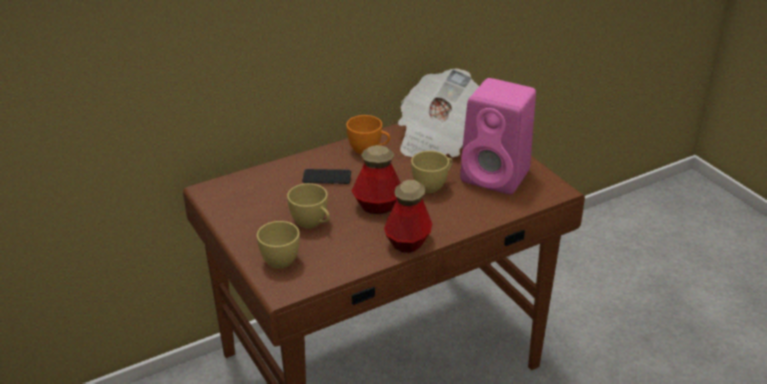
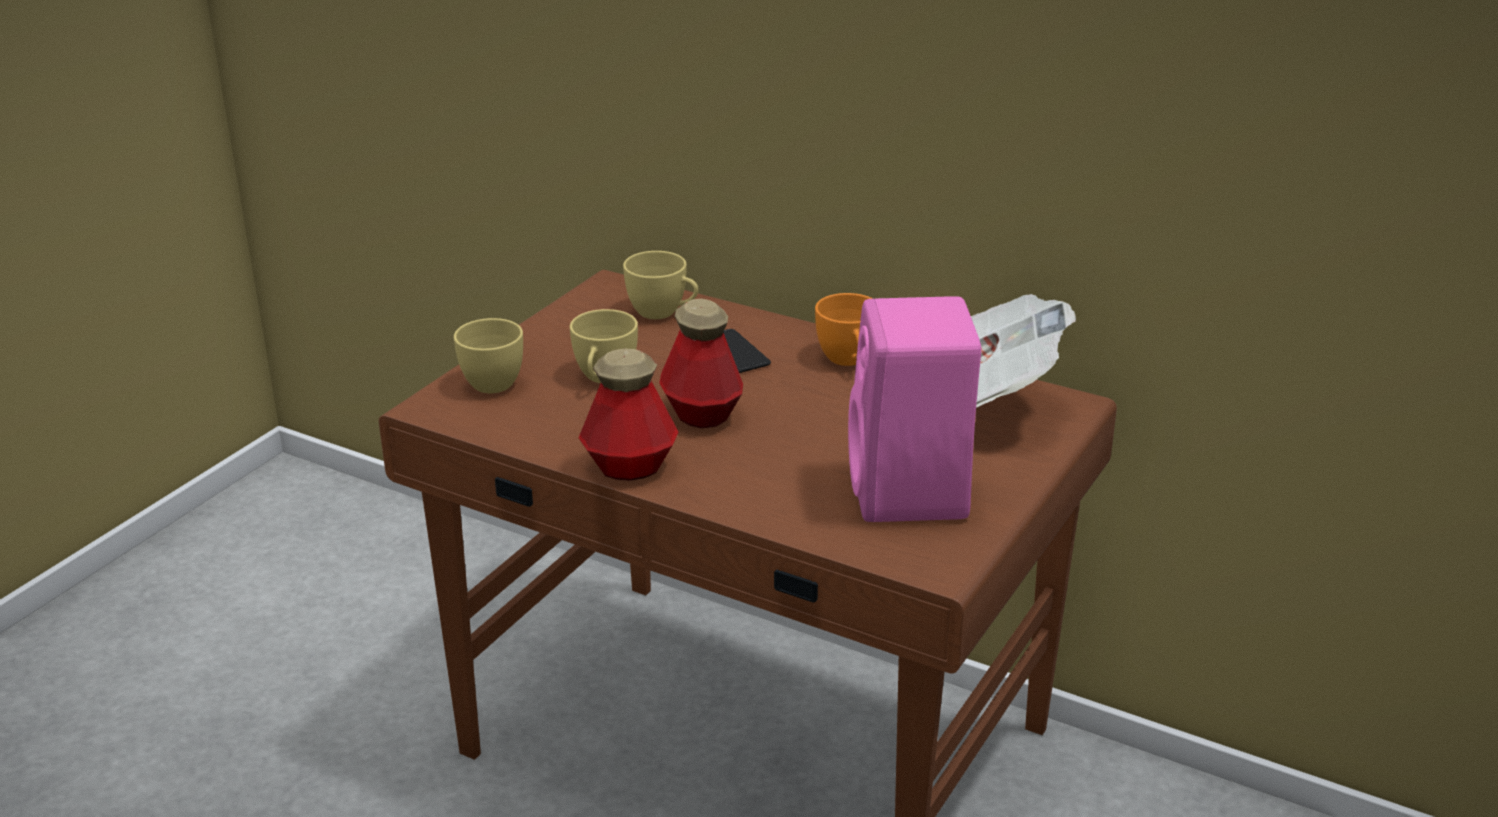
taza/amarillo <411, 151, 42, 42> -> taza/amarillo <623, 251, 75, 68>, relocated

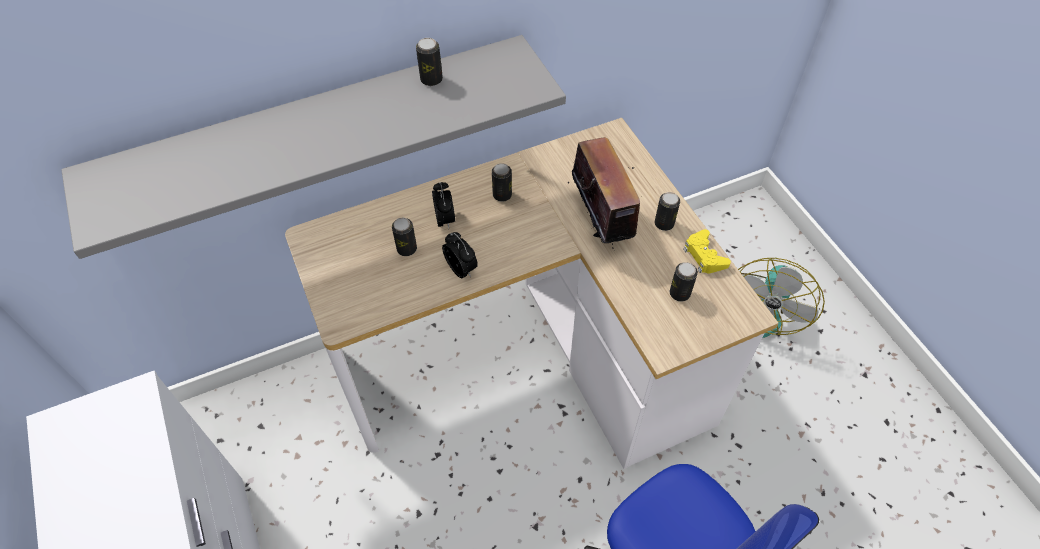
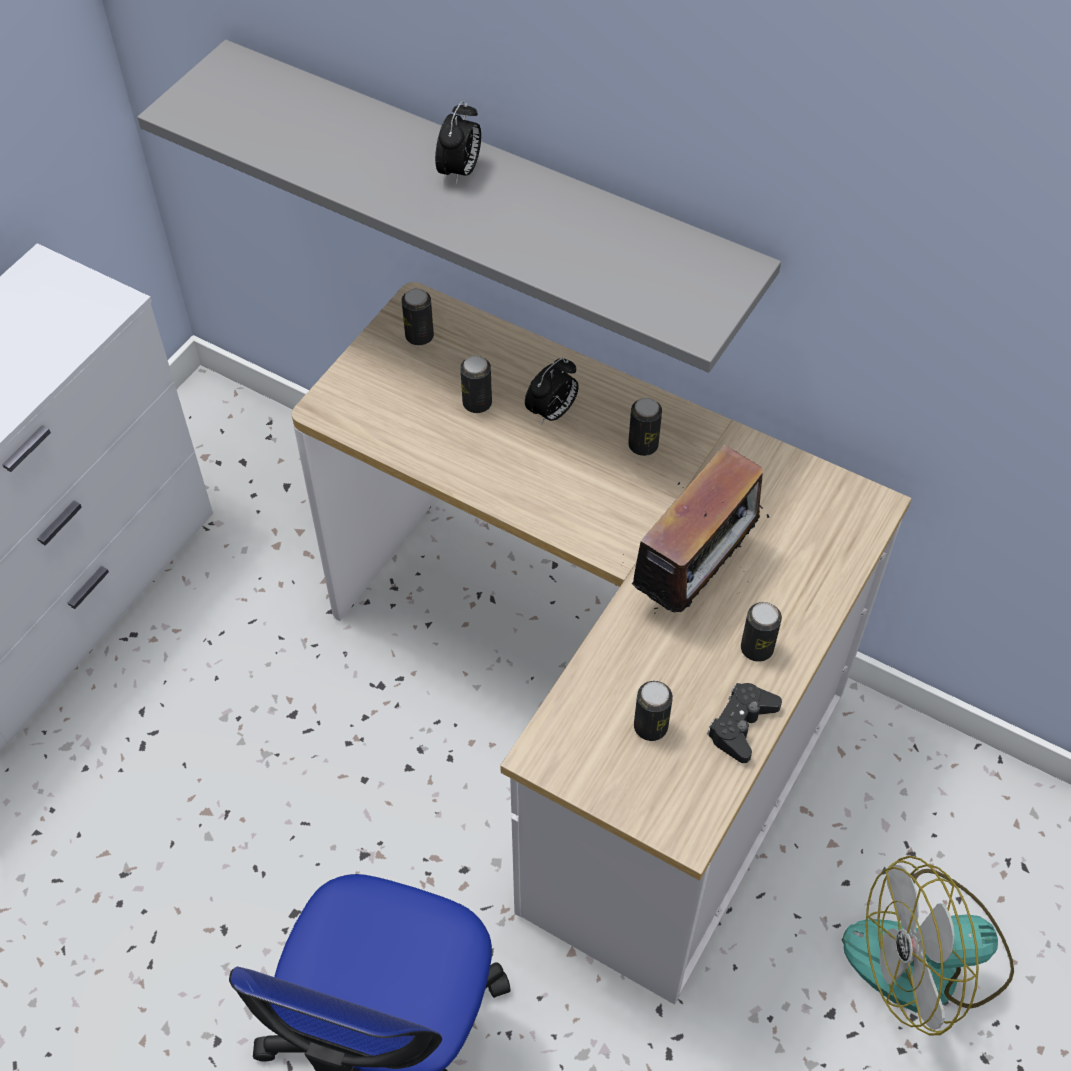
lata <416, 38, 27, 48> -> lata <402, 288, 32, 57>, relocated
mando de consola/amarillo <683, 229, 48, 44> -> mando de consola/negro <707, 683, 75, 80>
despertador <442, 232, 36, 46> -> despertador <435, 101, 46, 84>, relocated

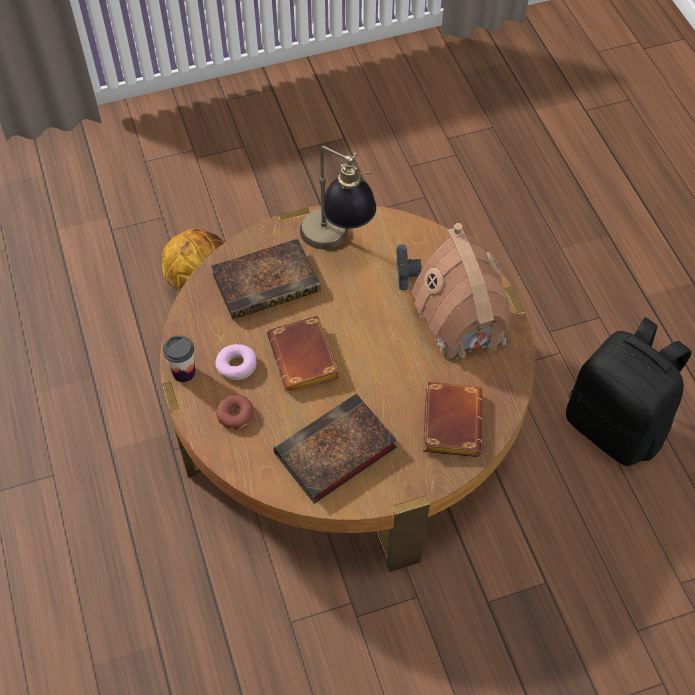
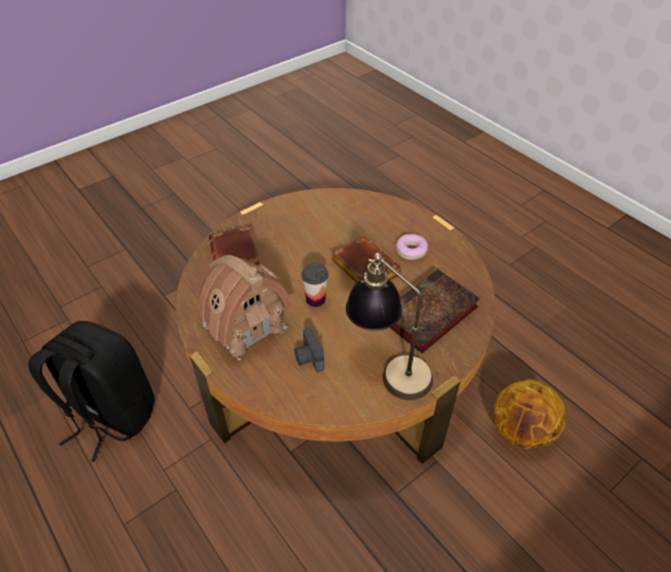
taza <163, 335, 32, 47> -> taza <301, 263, 27, 44>, relocated
libro <273, 393, 124, 111> -> none
rosquilla <216, 394, 37, 37> -> none

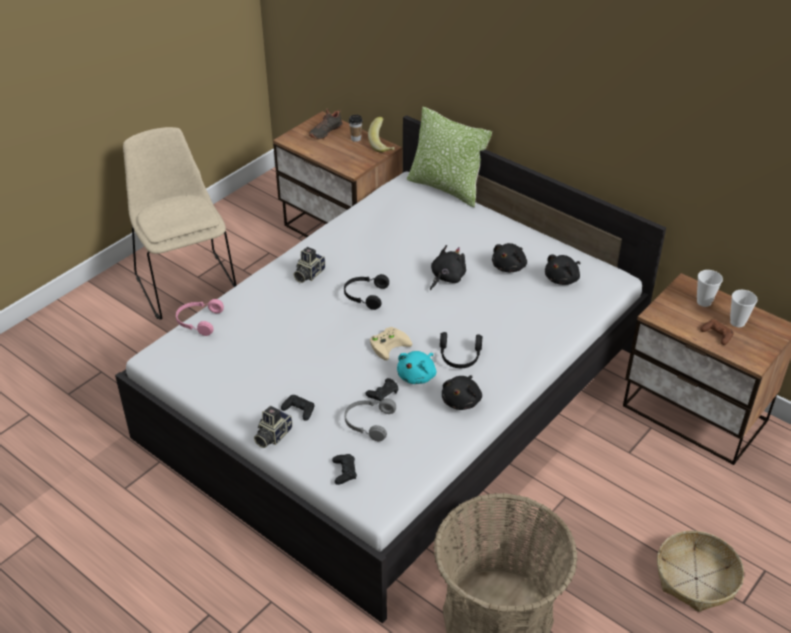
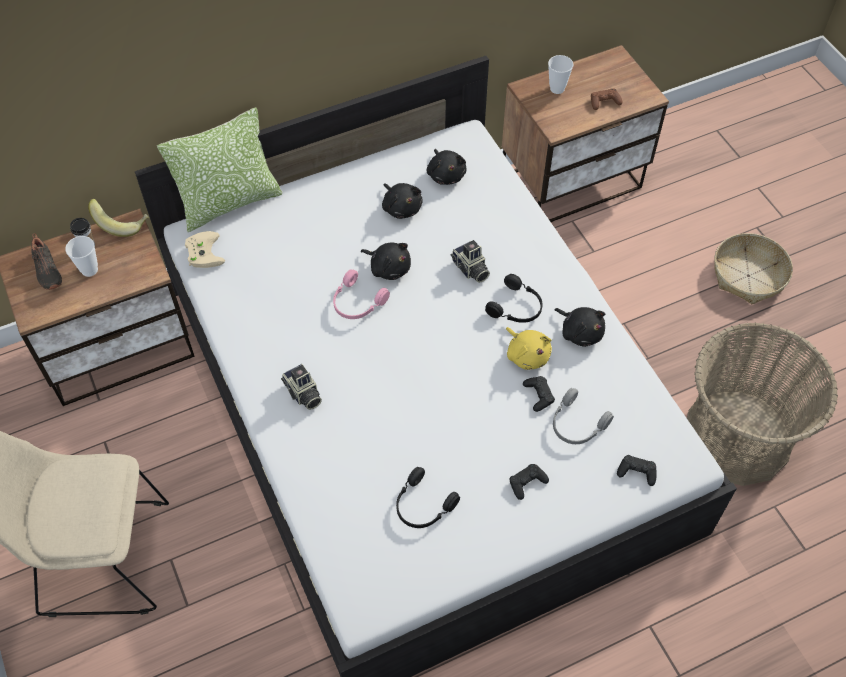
peluche/negro <430, 245, 36, 45> -> peluche/negro <361, 243, 50, 37>, 150 degrees clockwise
auriculares/negro <344, 274, 45, 36> -> auriculares/negro <396, 467, 64, 61>, relocated
taza <730, 290, 28, 37> -> taza <65, 236, 33, 41>, relocated
auriculares/rosa <176, 299, 48, 37> -> auriculares/rosa <333, 269, 57, 50>, relocated
mando de consola/beis <370, 327, 42, 33> -> mando de consola/beis <185, 231, 40, 37>, relocated
peluche/turquesa <397, 351, 39, 33> -> peluche/amarillo <506, 327, 46, 43>
cámara <254, 406, 38, 42> -> cámara <451, 240, 39, 43>, relocated

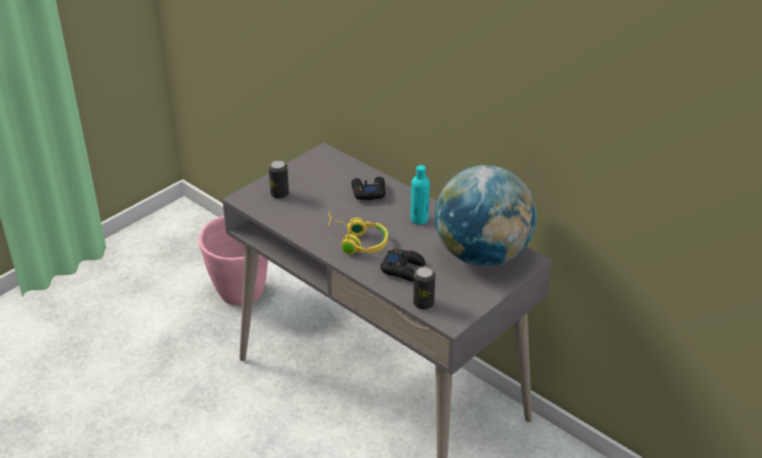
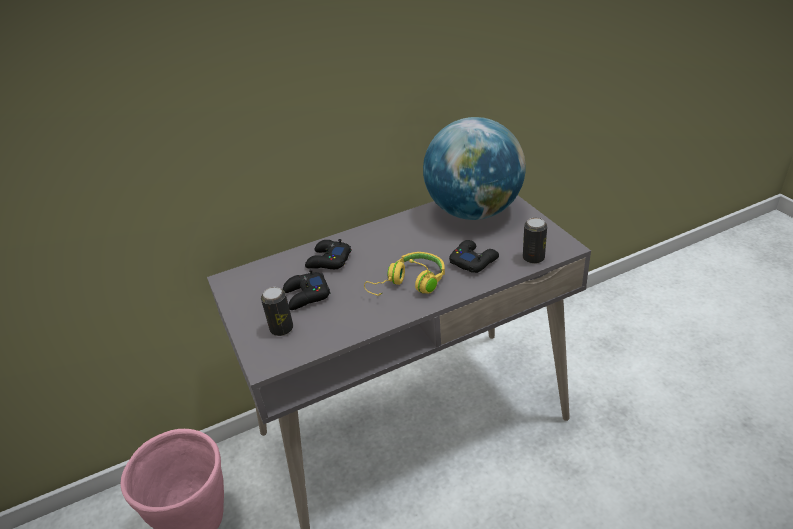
botella/turquesa <411, 165, 19, 60> -> none
none -> mando de consola/negro <283, 269, 47, 41>

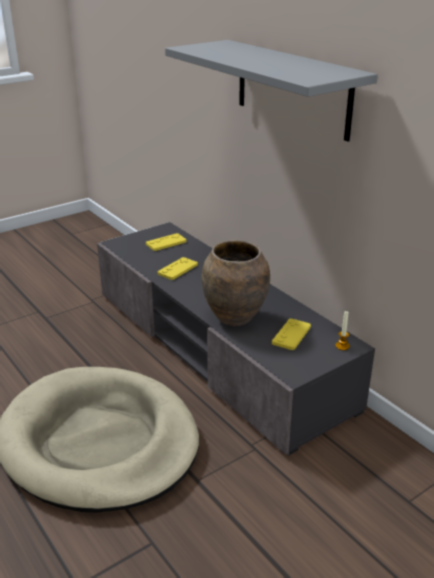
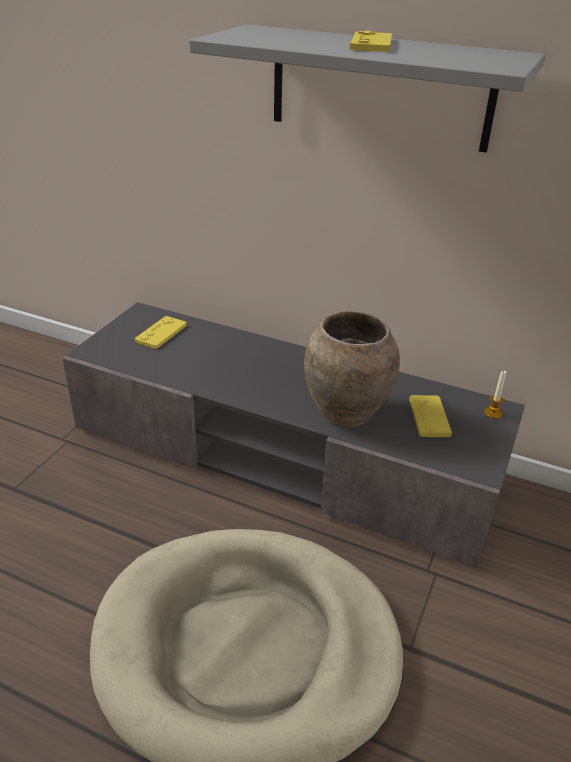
mando de consola/amarillo <158, 257, 40, 23> -> mando de consola/amarillo <350, 30, 42, 22>, relocated

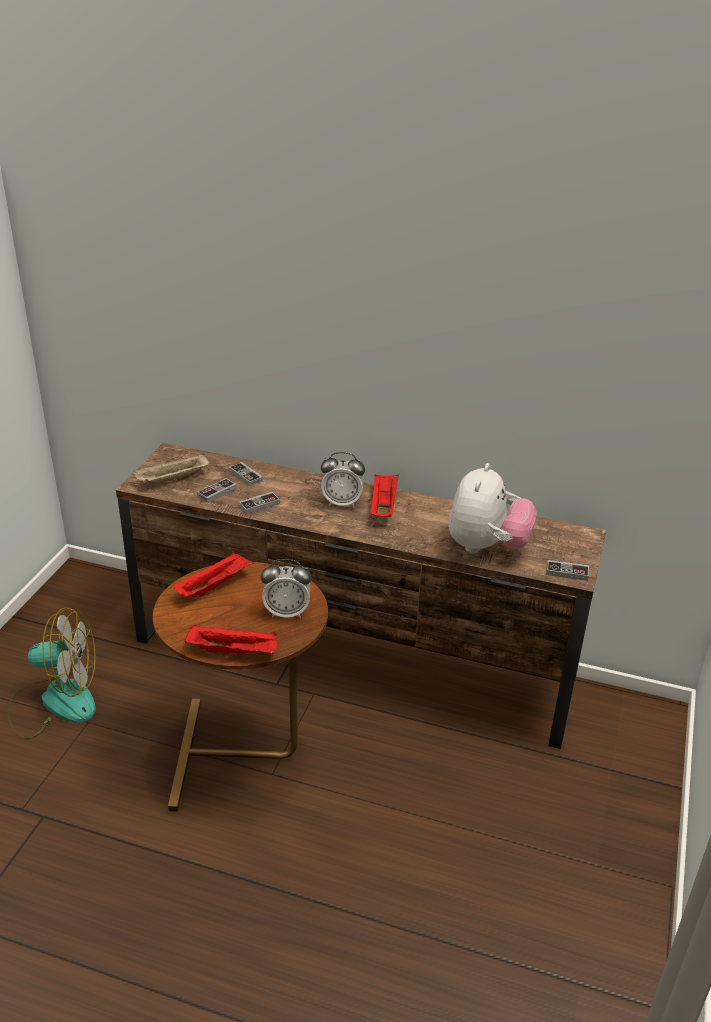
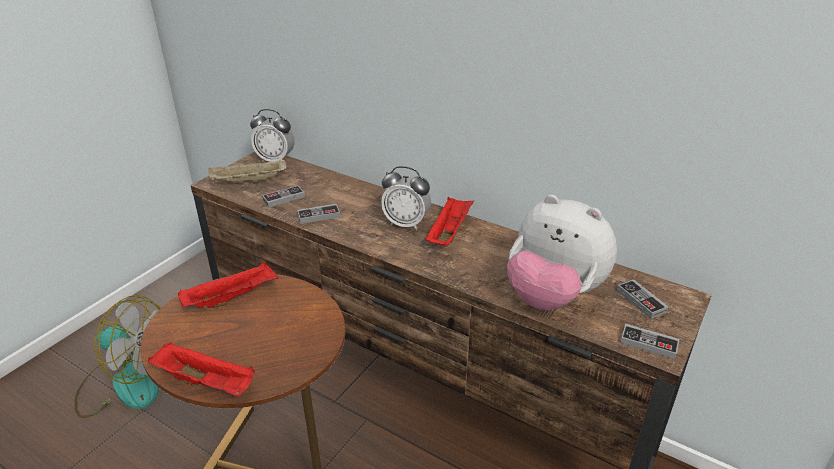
mando de consola <229, 462, 34, 24> -> mando de consola <617, 279, 51, 40>, relocated
peluche <448, 463, 89, 90> -> peluche <507, 195, 110, 115>, 90 degrees clockwise
despertador <261, 559, 51, 59> -> despertador <250, 109, 45, 53>, relocated

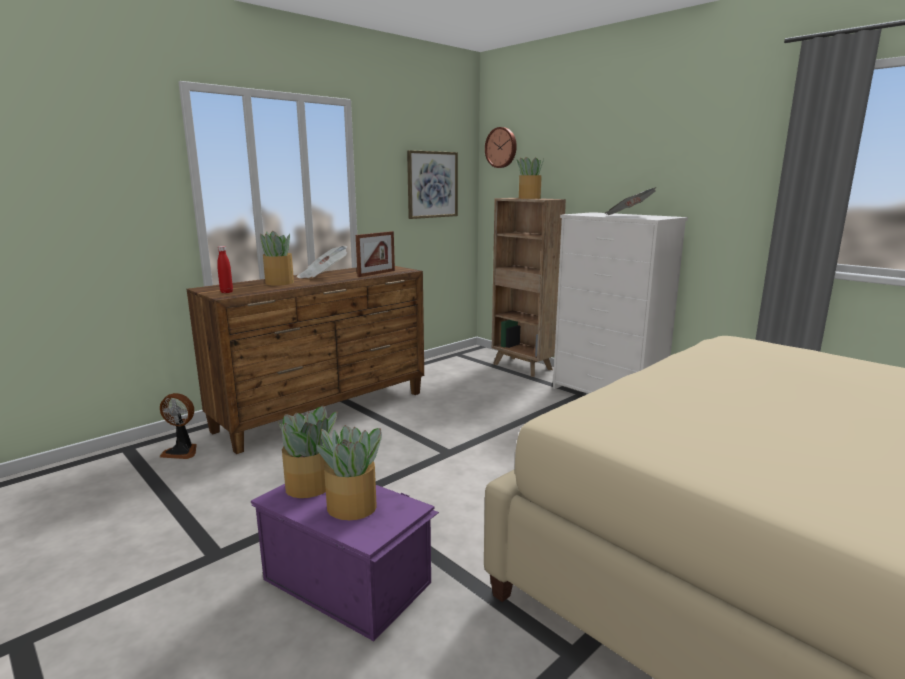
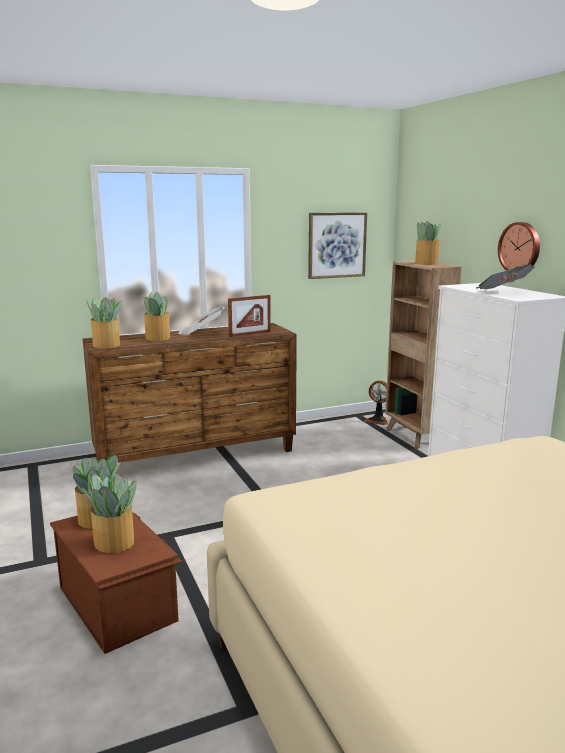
reloj de pared <485, 127, 32, 41> -> reloj de pared <498, 222, 42, 48>, relocated
botella/rojo <217, 246, 16, 47> -> planta en maceta <86, 297, 36, 51>
ventilador <160, 393, 37, 66> -> ventilador <365, 381, 23, 44>, relocated
caja de almacenaje/morado <251, 484, 188, 157> -> caja de almacenaje/marrón <50, 512, 132, 142>

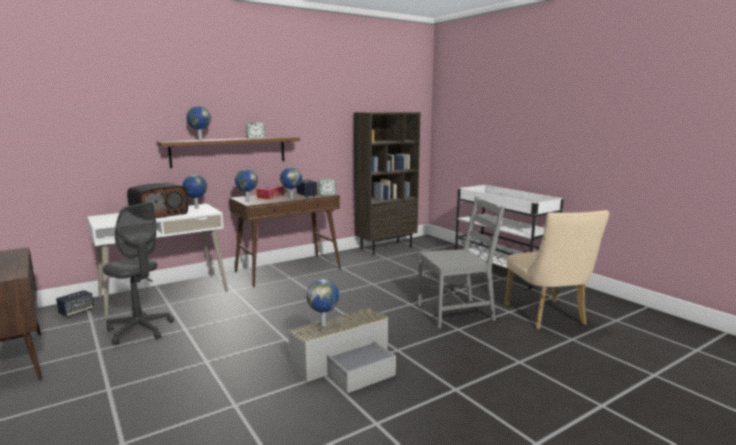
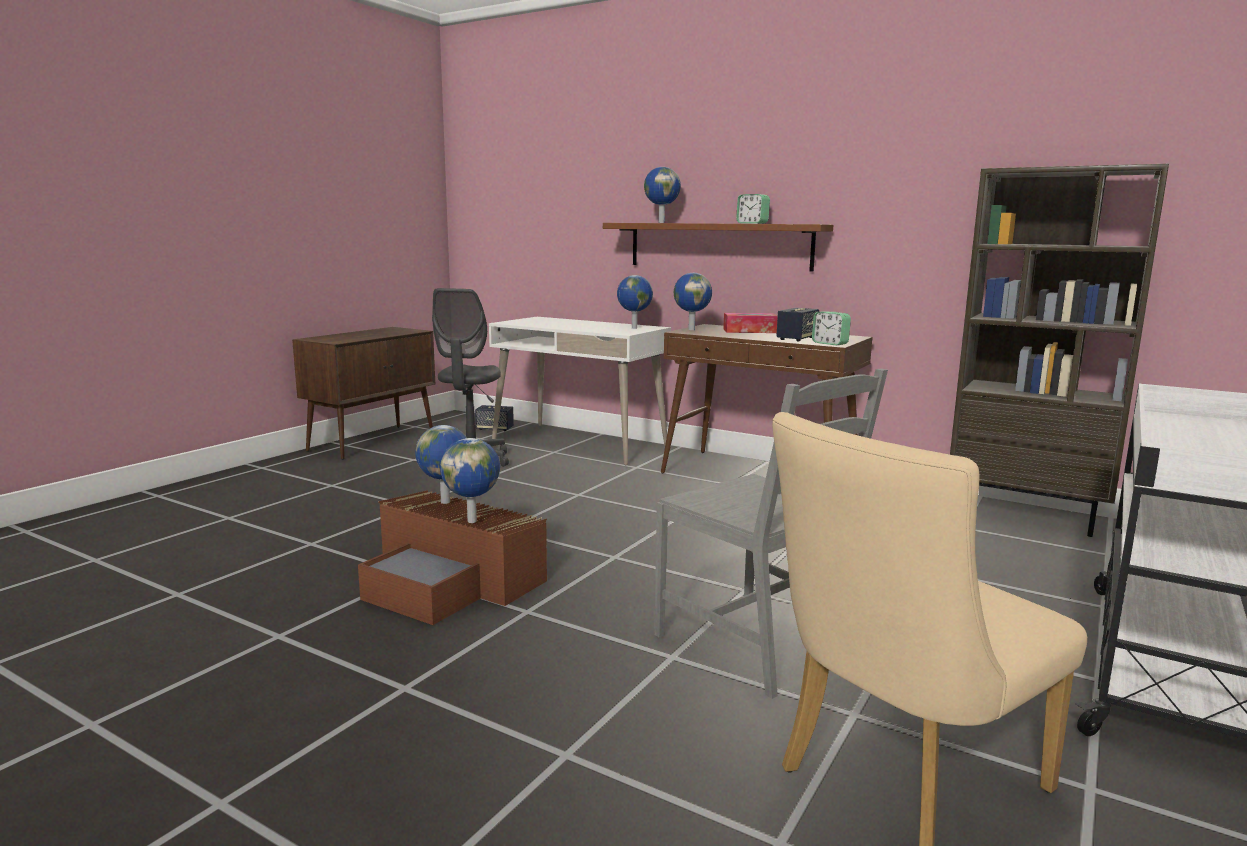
globo terráqueo <280, 167, 22, 32> -> globo terráqueo <440, 438, 60, 85>, relocated
radio <127, 183, 61, 36> -> none
caja de almacenaje/gris <288, 308, 108, 85> -> caja de almacenaje/marrón <358, 490, 189, 135>

